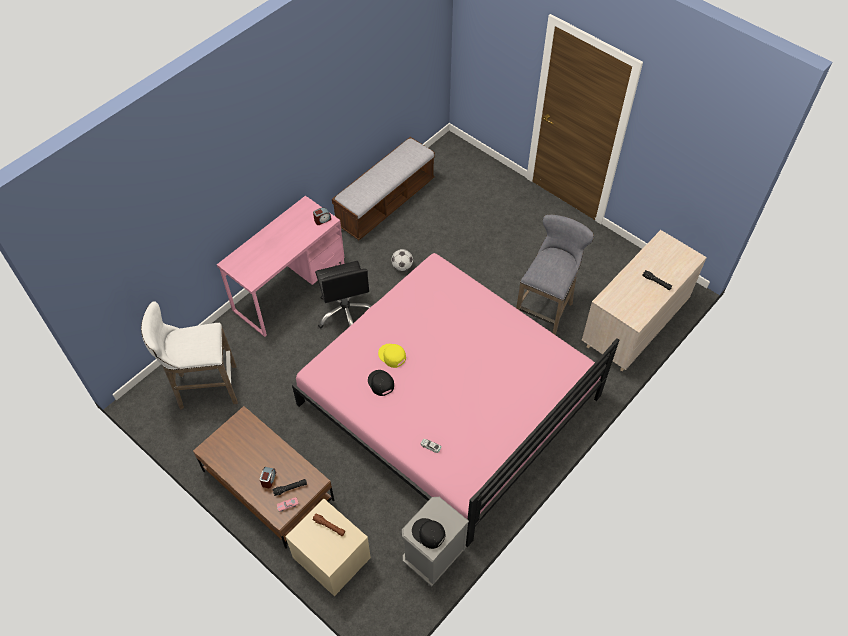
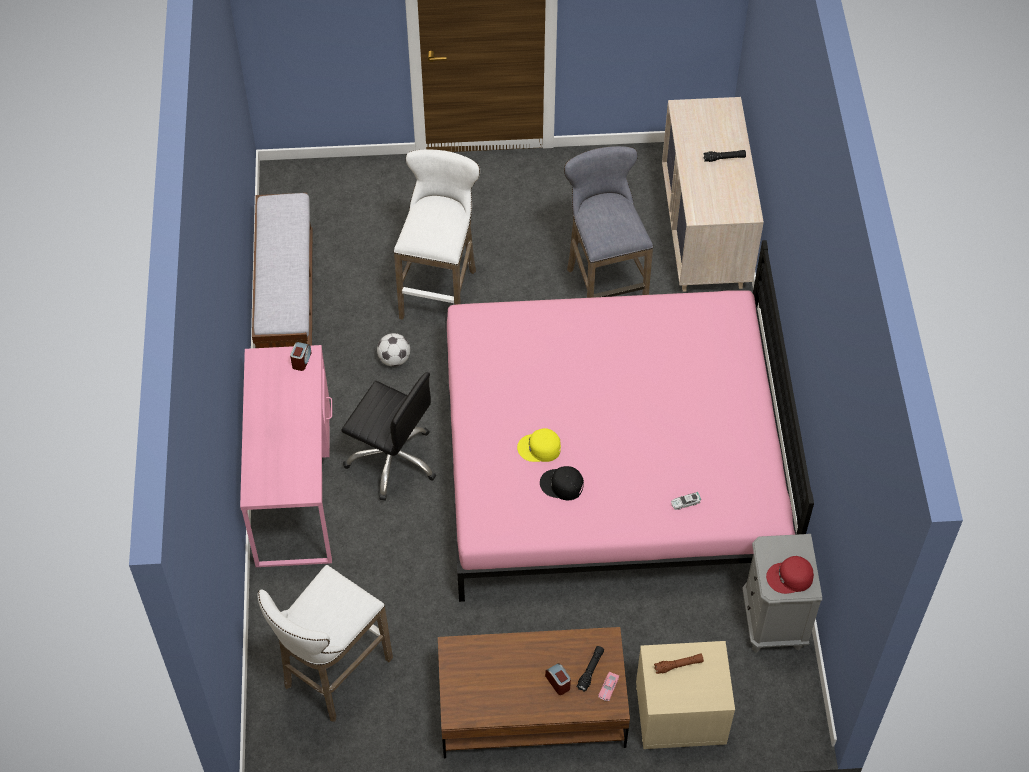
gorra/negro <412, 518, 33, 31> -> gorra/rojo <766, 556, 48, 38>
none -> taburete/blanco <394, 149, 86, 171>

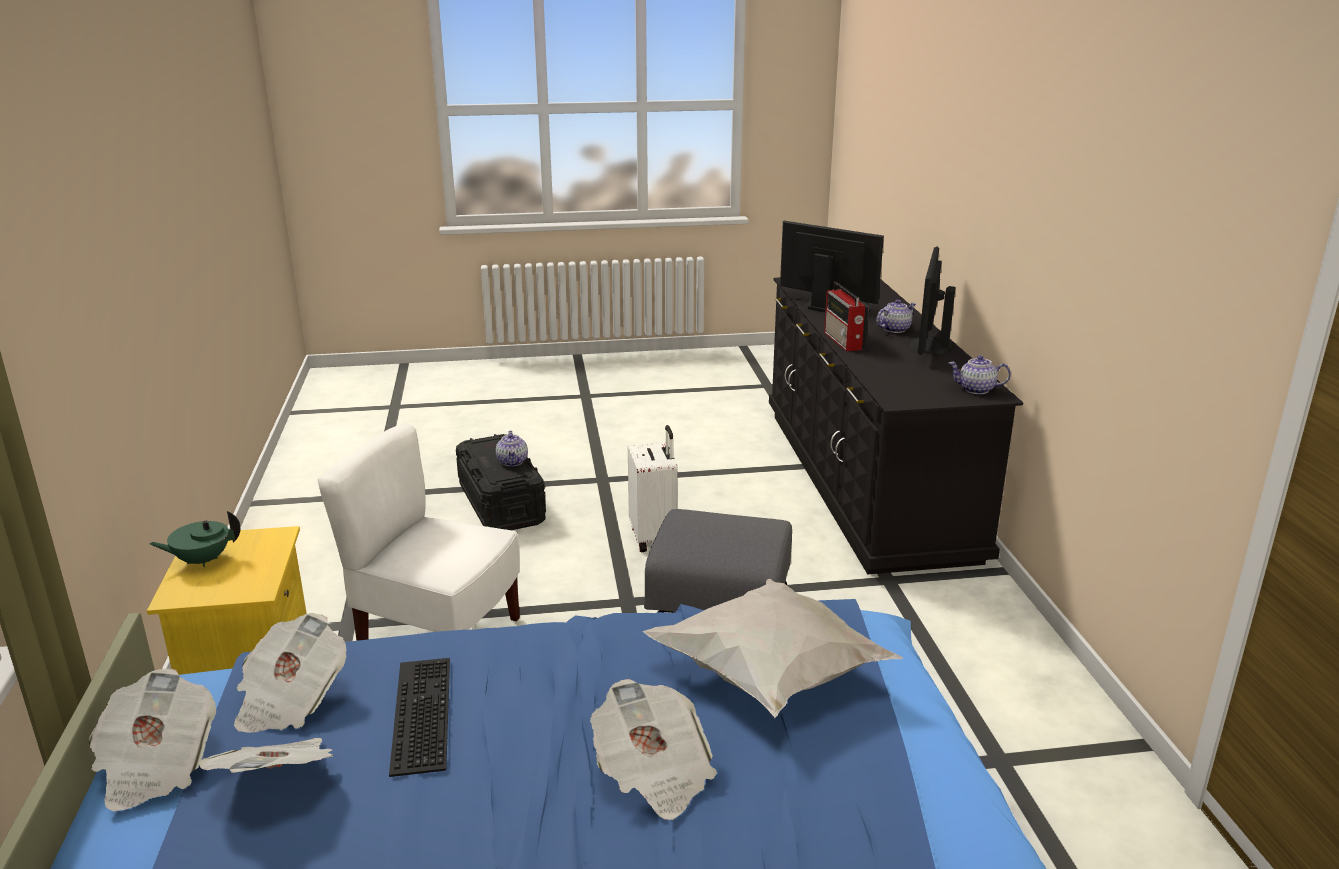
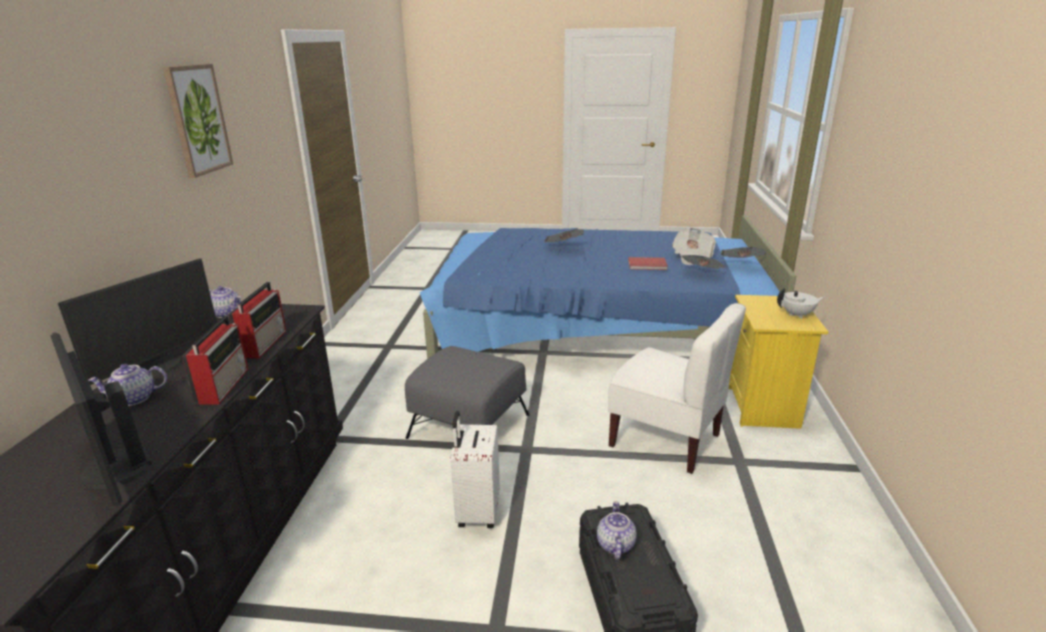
tetera/verde <149, 511, 91, 56> -> tetera/blanco <777, 288, 48, 31>
cojín/blanco <643, 579, 260, 139> -> none
teclado <389, 658, 61, 119> -> libro/rojo <628, 257, 40, 13>
none -> cuadro <163, 64, 70, 114>
none -> radio <229, 282, 57, 76>

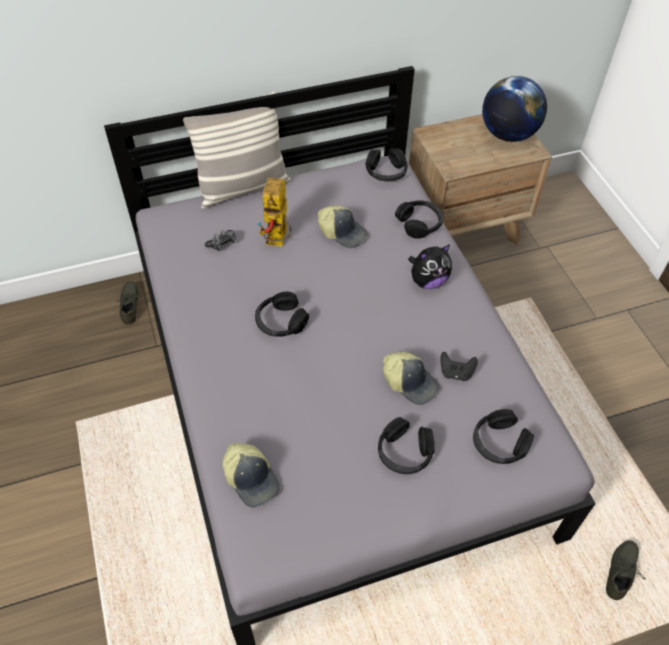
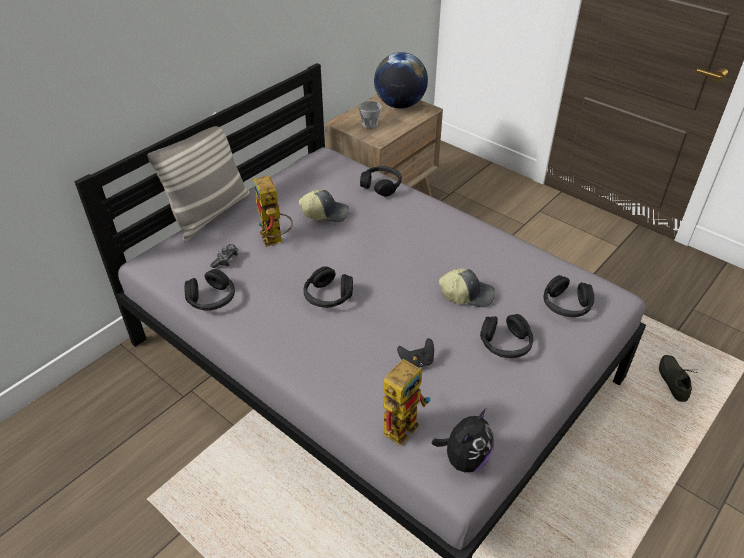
auriculares/negro <366, 148, 42, 33> -> auriculares/negro <184, 269, 51, 42>, relocated
peluche <408, 244, 44, 45> -> peluche <432, 409, 62, 63>, relocated
zapato/gris <116, 281, 24, 43> -> none
mando de consola/negro <440, 352, 38, 29> -> mando de consola/negro <397, 338, 37, 30>, relocated
gorra <222, 443, 58, 64> -> robot de juguete <383, 356, 48, 90>
none -> taza <359, 101, 23, 27>

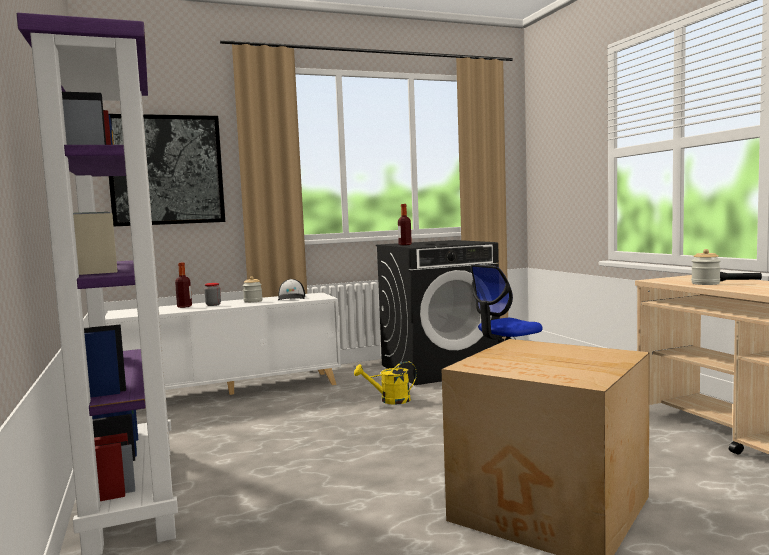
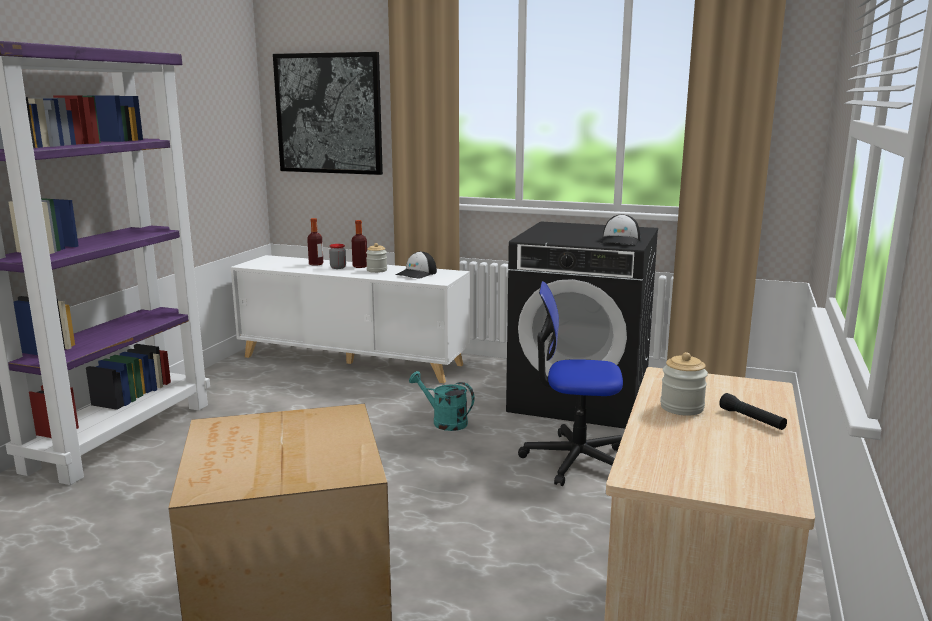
botella <398, 204, 14, 41> -> botella <352, 220, 15, 48>, relocated
regadera/amarillo <354, 361, 63, 44> -> regadera/turquesa <409, 371, 65, 60>
none -> gorra <600, 214, 40, 32>

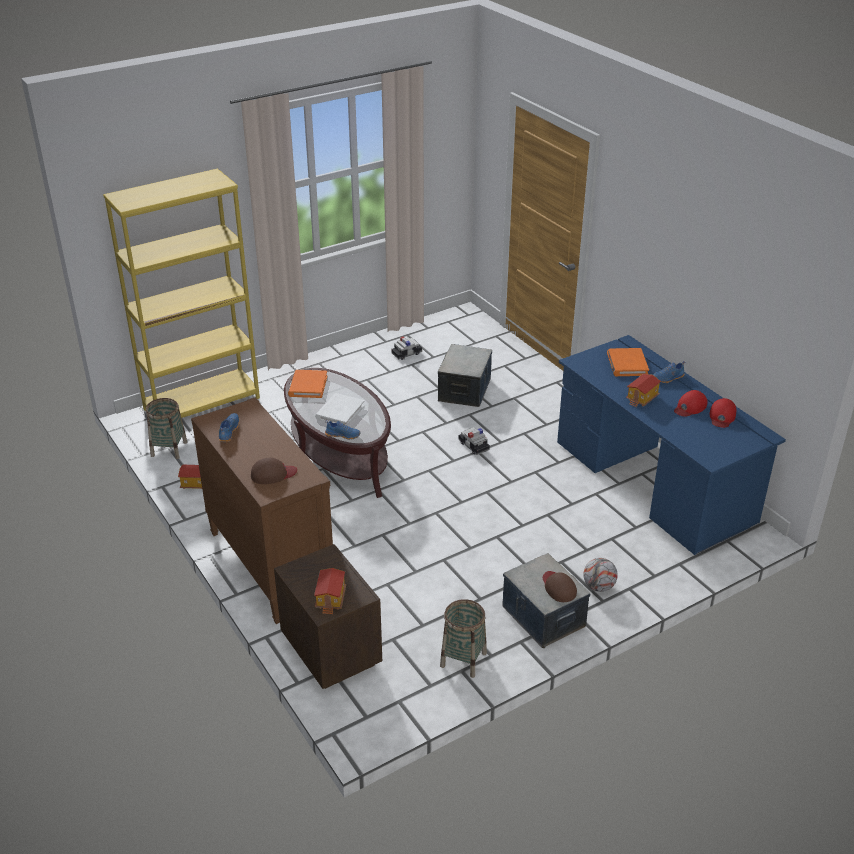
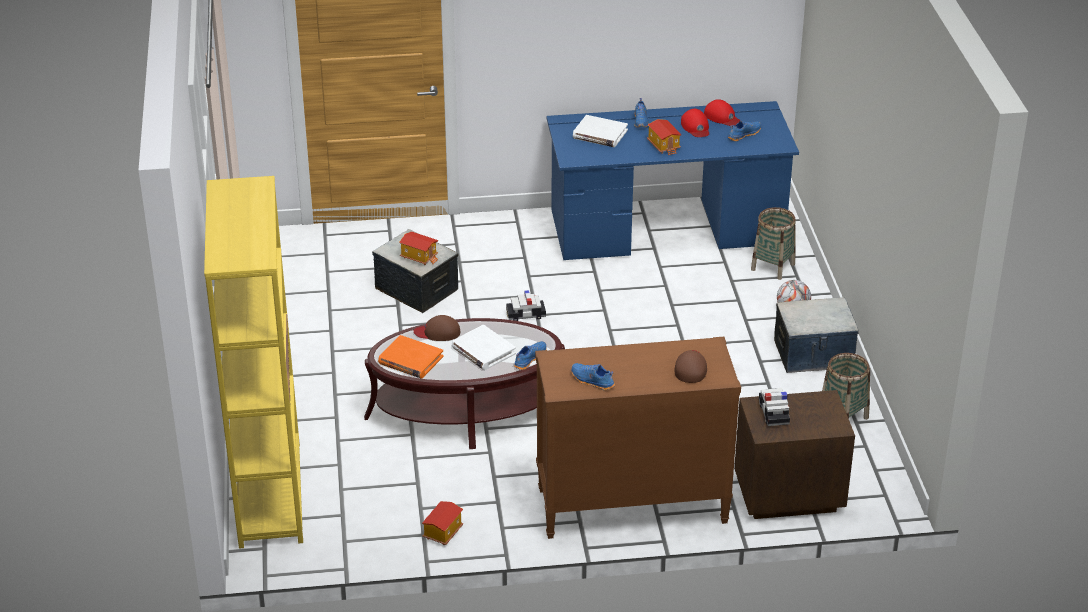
coche de juguete <391, 336, 31, 24> -> coche de juguete <759, 388, 31, 38>, relocated
libro/naranja <607, 348, 42, 28> -> libro/blanco <573, 115, 55, 32>
cesta <146, 398, 41, 61> -> cesta <751, 207, 45, 73>, relocated
casita <314, 568, 32, 46> -> casita <399, 231, 39, 34>, relocated
gorra/marrón <543, 571, 34, 31> -> gorra/marrón <414, 315, 47, 26>, relocated
none -> zapato/azul <728, 121, 33, 20>

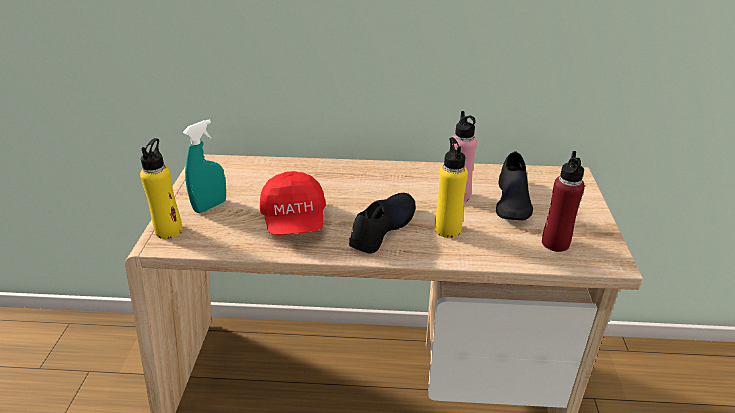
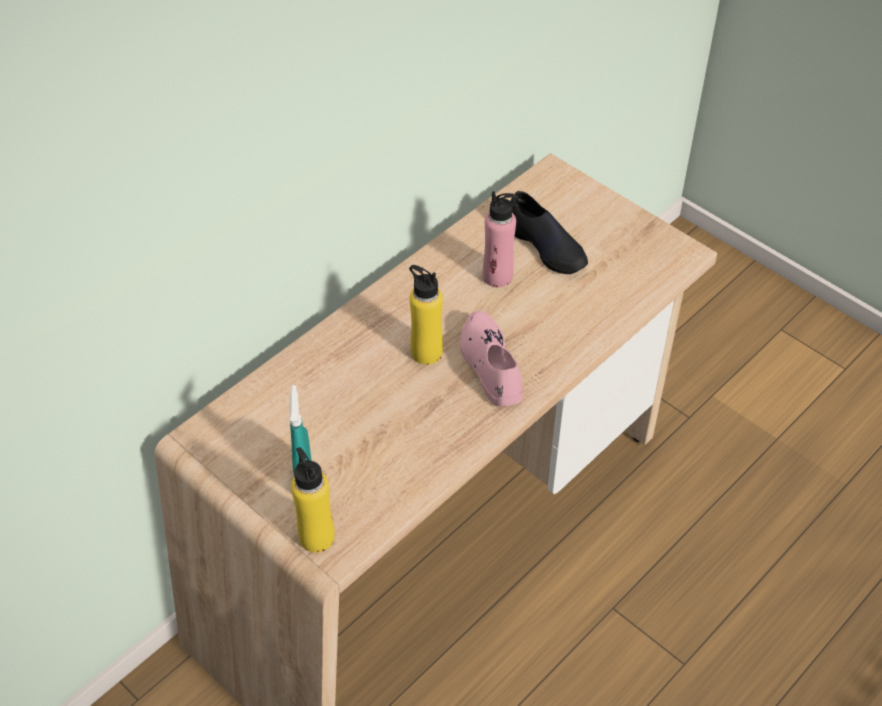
botella/amarillo <435, 137, 33, 101> -> botella/amarillo <409, 265, 34, 100>, relocated
botella/rojo <542, 151, 43, 101> -> none
gorra/rojo <260, 171, 66, 64> -> none
zapato/negro <349, 193, 66, 61> -> zapato/rosa <460, 311, 63, 95>

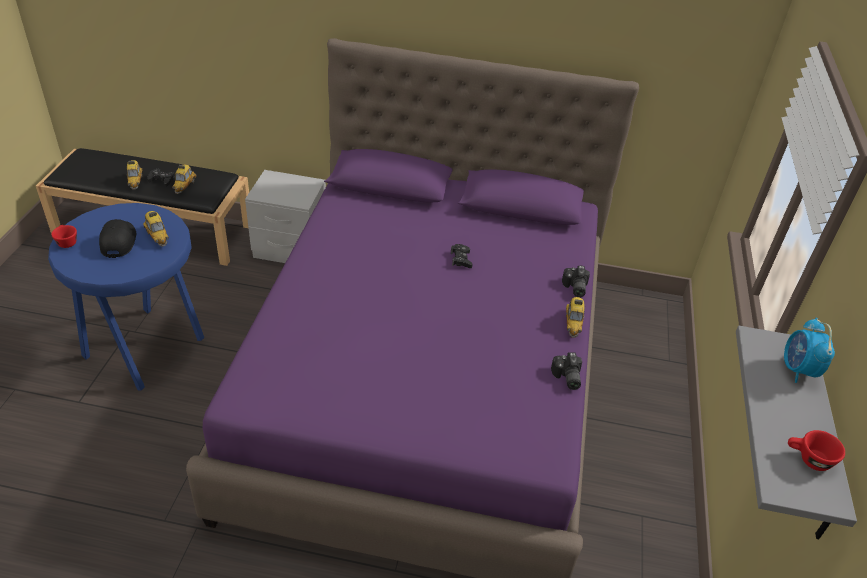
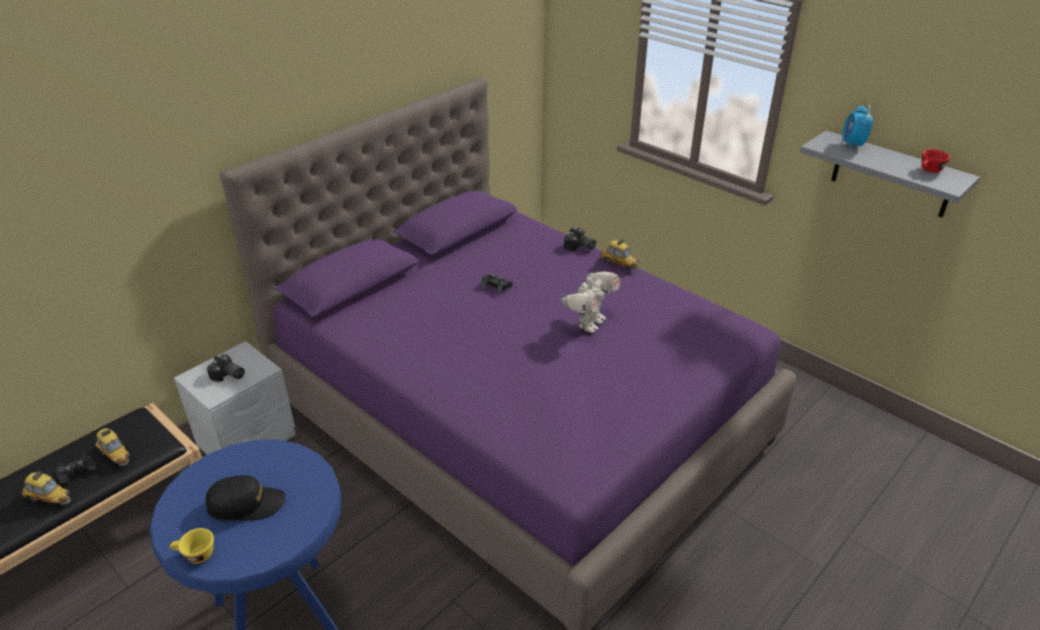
coche de juguete <143, 211, 26, 36> -> none
gorra/negro <99, 219, 37, 39> -> gorra/negro <206, 475, 80, 46>, 150 degrees clockwise
taza/rojo <51, 225, 26, 23> -> taza/amarillo <170, 528, 44, 35>
despertador <784, 318, 51, 65> -> despertador <842, 104, 31, 46>, 60 degrees clockwise
cámara <551, 352, 31, 38> -> cámara <207, 354, 38, 28>, relocated
none -> robot de juguete <561, 271, 60, 62>

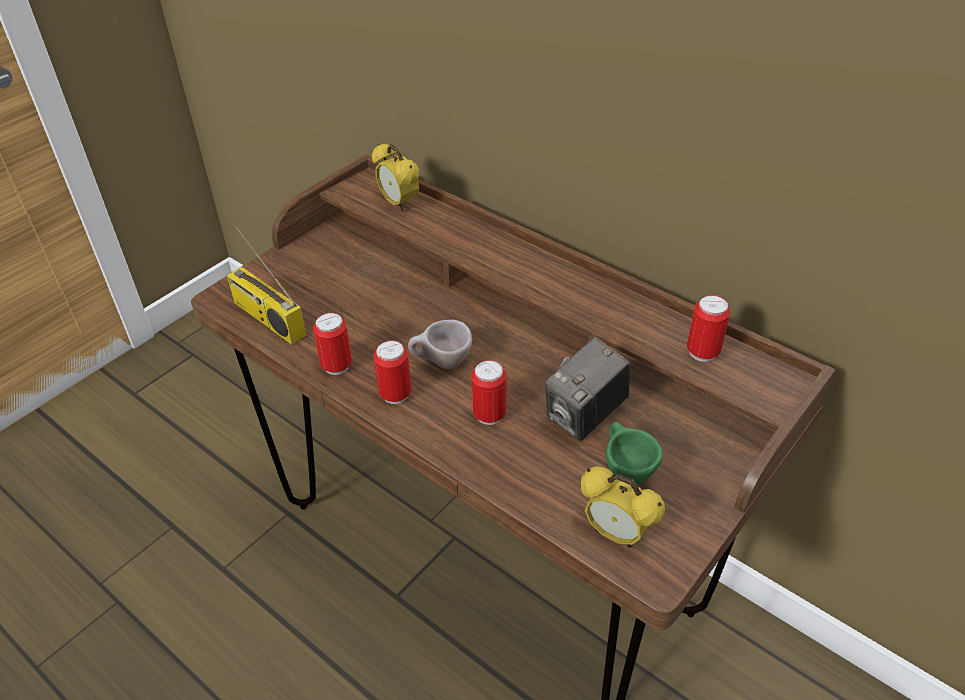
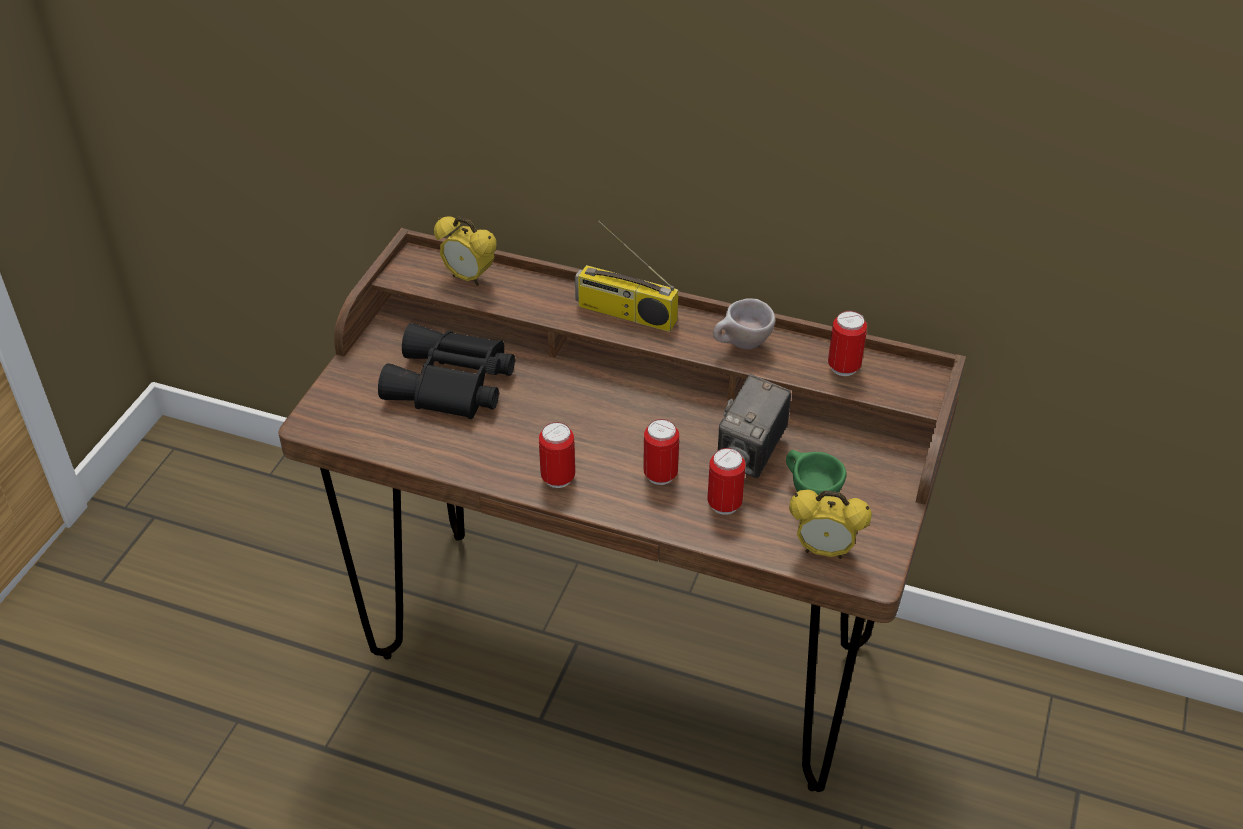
radio <227, 227, 80, 118> -> radio <575, 221, 103, 111>, relocated
lata <313, 313, 39, 62> -> lata <707, 448, 39, 67>, relocated
taza/beis <408, 320, 64, 49> -> taza/beis <713, 298, 62, 51>, relocated
none -> prismáticos/negro <378, 323, 137, 96>

